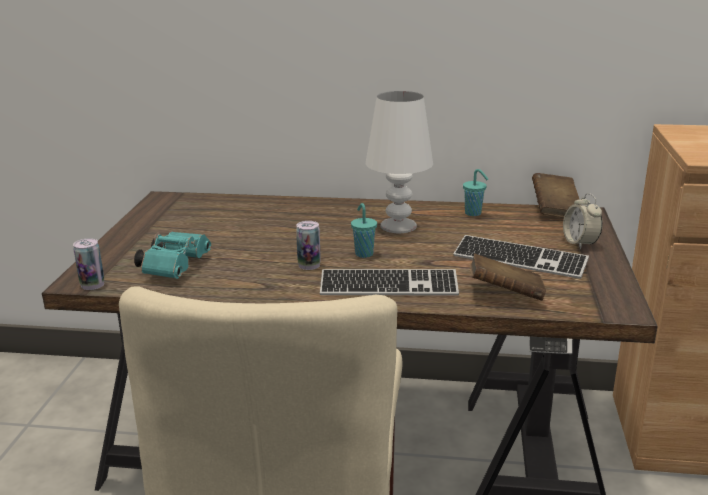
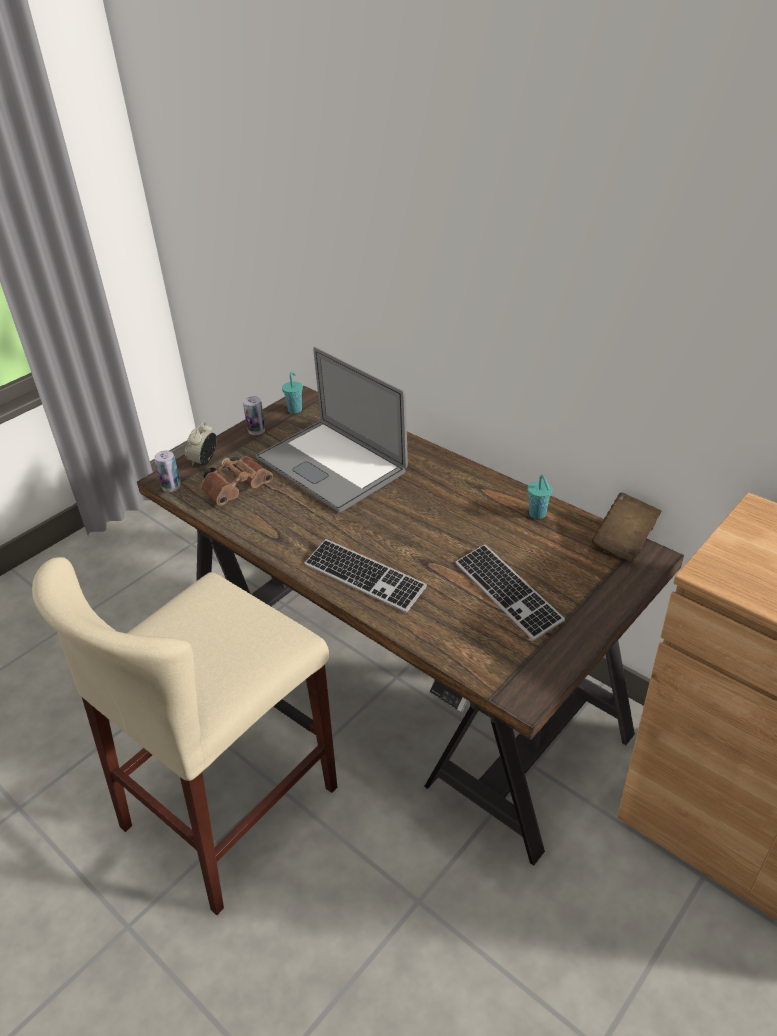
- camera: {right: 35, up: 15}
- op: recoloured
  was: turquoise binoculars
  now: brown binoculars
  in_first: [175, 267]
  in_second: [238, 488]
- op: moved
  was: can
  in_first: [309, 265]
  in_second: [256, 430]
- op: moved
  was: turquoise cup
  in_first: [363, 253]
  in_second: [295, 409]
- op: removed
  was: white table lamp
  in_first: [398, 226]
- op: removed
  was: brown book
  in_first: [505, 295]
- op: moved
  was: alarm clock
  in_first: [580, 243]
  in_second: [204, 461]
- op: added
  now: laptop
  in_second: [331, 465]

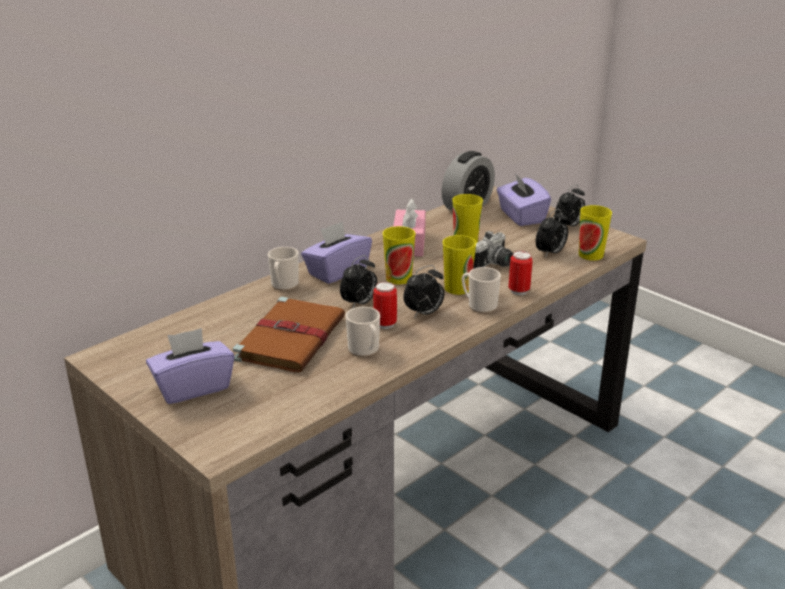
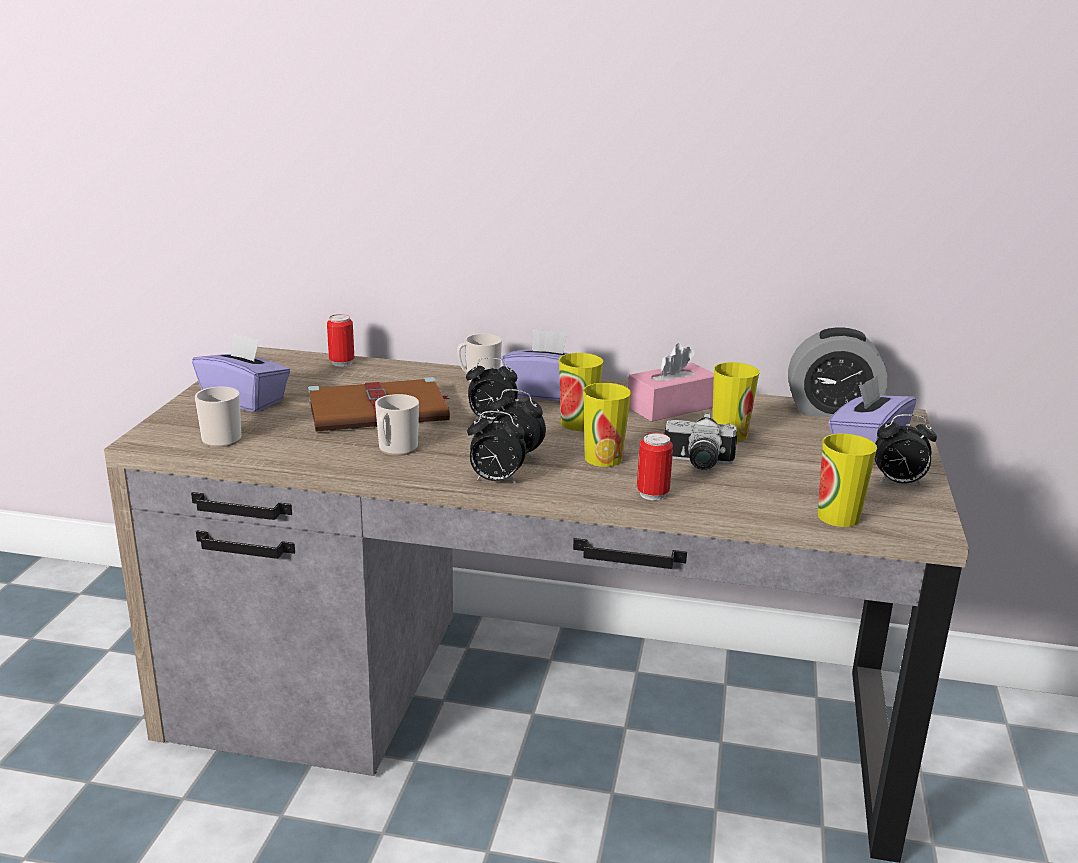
- camera: {right: 55, up: -5}
- op: moved
  was: can
  in_first: [385, 324]
  in_second: [342, 363]
- op: moved
  was: mug
  in_first: [479, 305]
  in_second: [221, 437]
- op: moved
  was: alarm clock
  in_first: [550, 253]
  in_second: [495, 480]

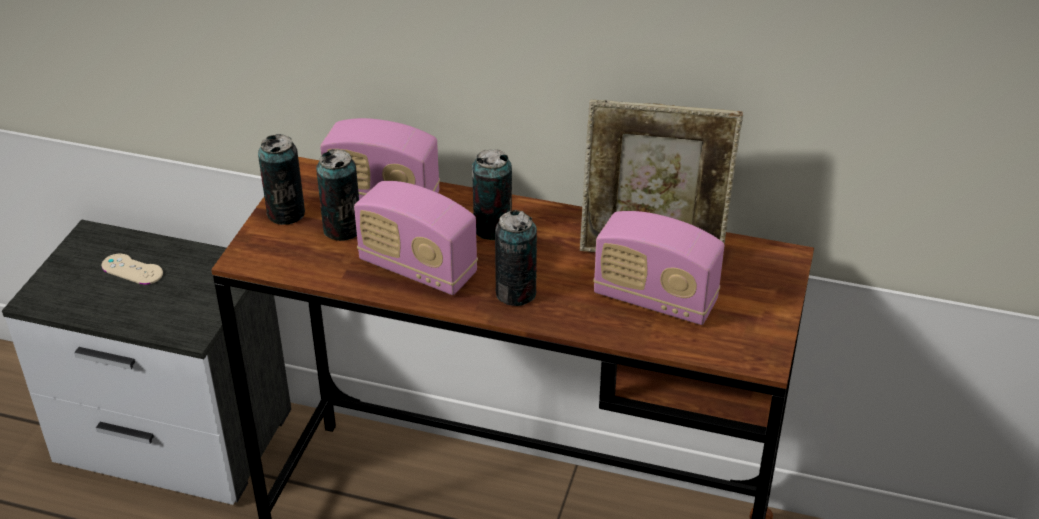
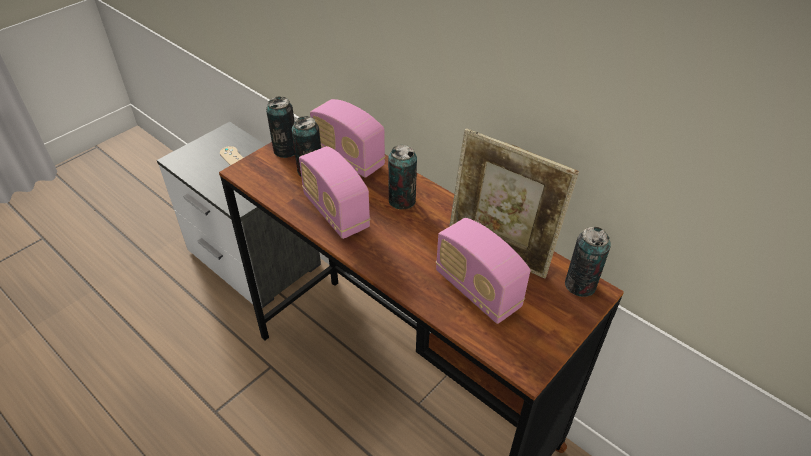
- camera: {right: 25, up: 5}
- op: moved
  was: can
  in_first: [516, 293]
  in_second: [580, 285]

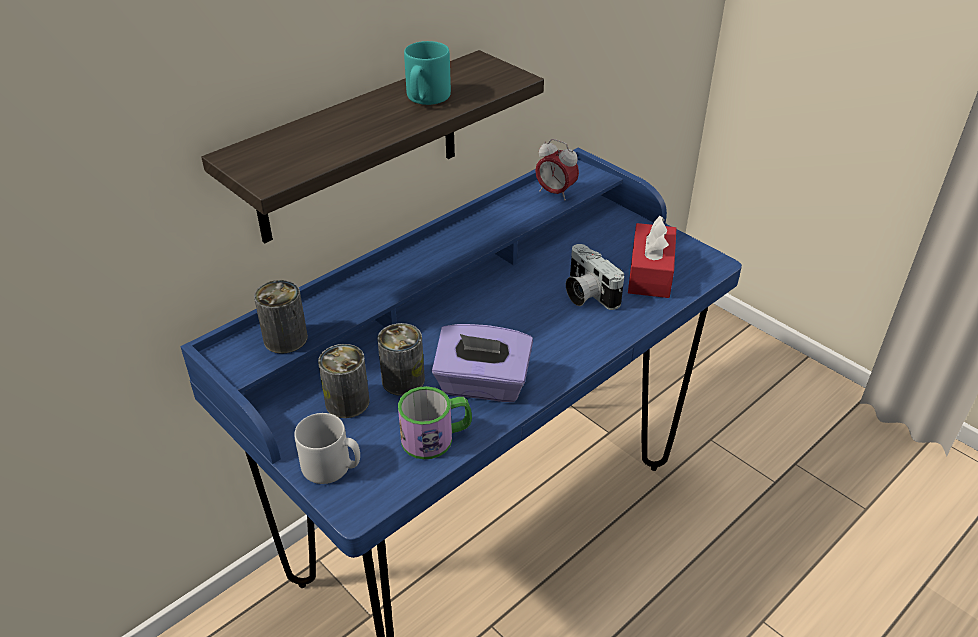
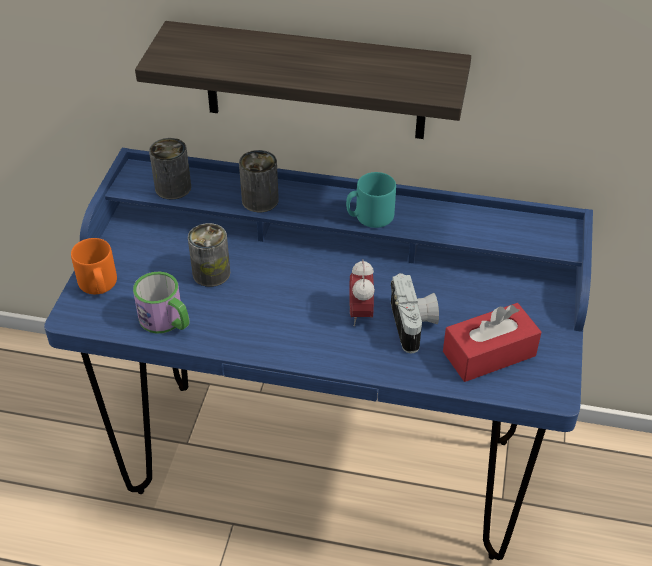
- camera: {right: 55, up: 5}
- op: recoloured
  was: grey mug
  now: orange mug
  in_first: [332, 467]
  in_second: [99, 285]
- op: moved
  was: can
  in_first: [347, 402]
  in_second: [260, 200]
- op: moved
  was: turquoise mug
  in_first: [426, 98]
  in_second: [369, 217]
- op: removed
  was: purple tissue box
  in_first: [482, 385]
- op: moved
  was: alarm clock
  in_first: [555, 193]
  in_second: [361, 314]
- op: turned
  was: photo camera
  in_first: [586, 294]
  in_second: [414, 325]
  clockwise: 150

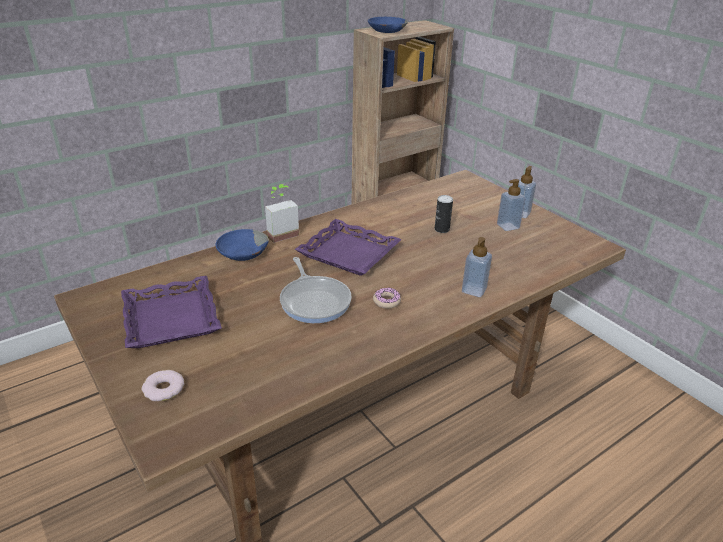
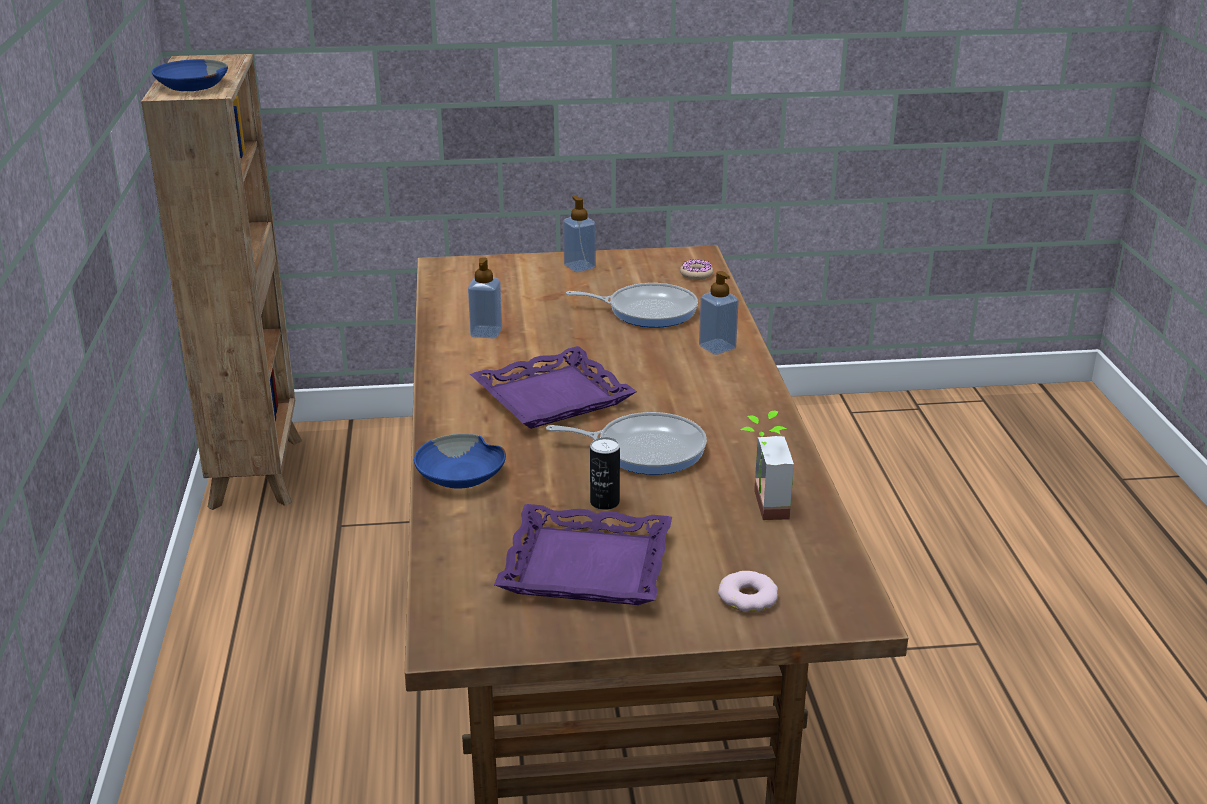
- camera: {right: -60, up: -5}
- op: moved
  was: potted plant
  in_first: [280, 233]
  in_second: [760, 505]
- op: moved
  was: donut
  in_first: [386, 301]
  in_second: [696, 274]
- op: moved
  was: can
  in_first: [442, 229]
  in_second: [604, 502]
- op: moved
  was: soap dispenser
  in_first: [508, 226]
  in_second: [486, 332]
- op: added
  now: frying pan
  in_second: [647, 311]

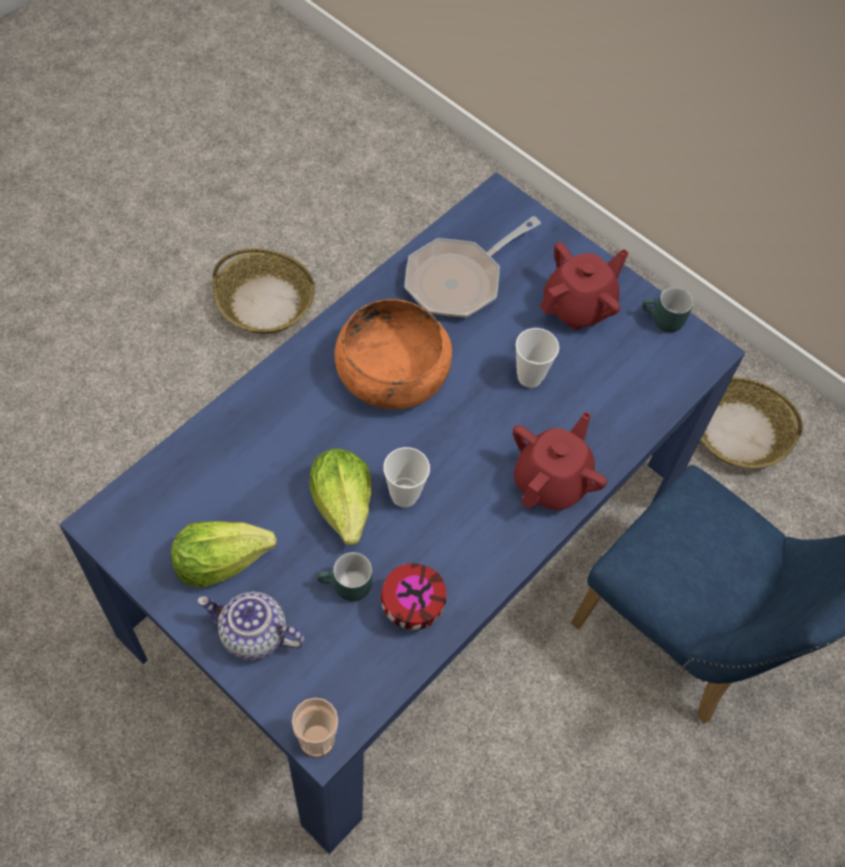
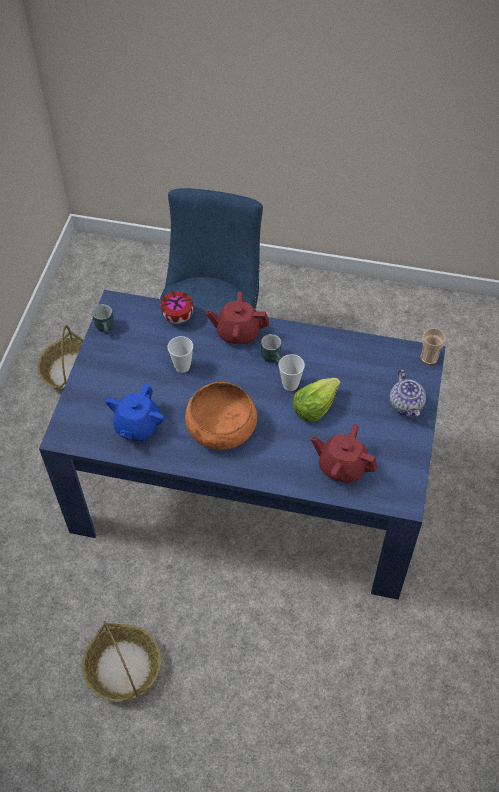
- camera: {right: -115, up: -5}
- op: removed
  was: lettuce
  in_first: [220, 560]
- op: moved
  was: turquoise mug
  in_first: [346, 588]
  in_second: [273, 357]
- op: moved
  was: bowl
  in_first: [411, 606]
  in_second: [177, 318]
- op: replaced
  was: frying pan
  now: blue teapot
  in_first: [459, 280]
  in_second: [137, 426]
- op: moved
  was: red teapot
  in_first: [578, 306]
  in_second: [342, 466]

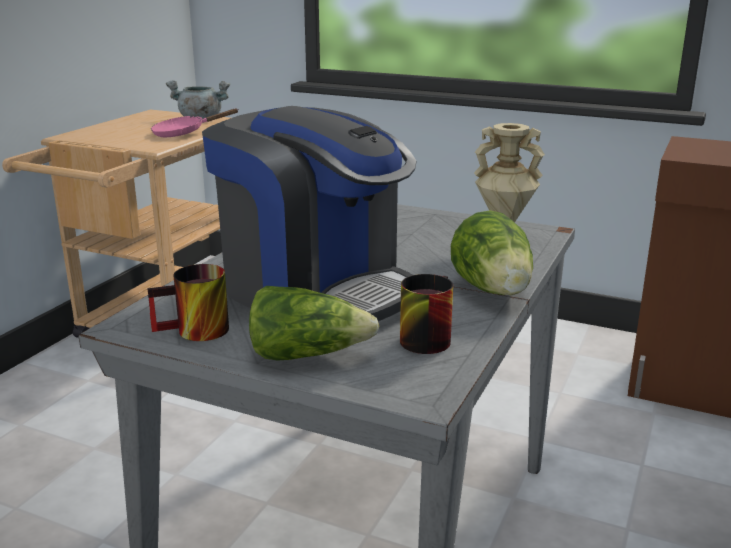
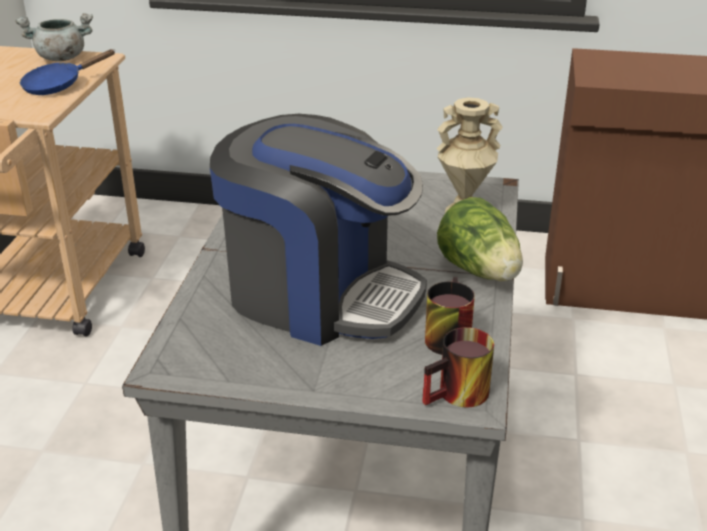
- camera: {right: -15, up: 10}
- op: moved
  was: mug
  in_first: [194, 333]
  in_second: [459, 397]
- op: recoloured
  was: pink frying pan
  now: blue frying pan
  in_first: [184, 133]
  in_second: [58, 85]
- op: removed
  was: lettuce
  in_first: [307, 355]

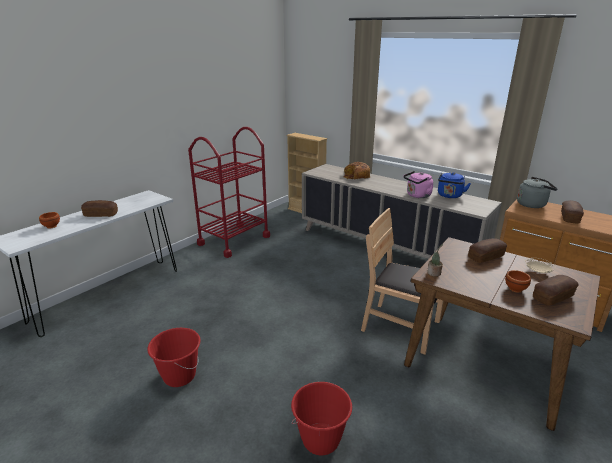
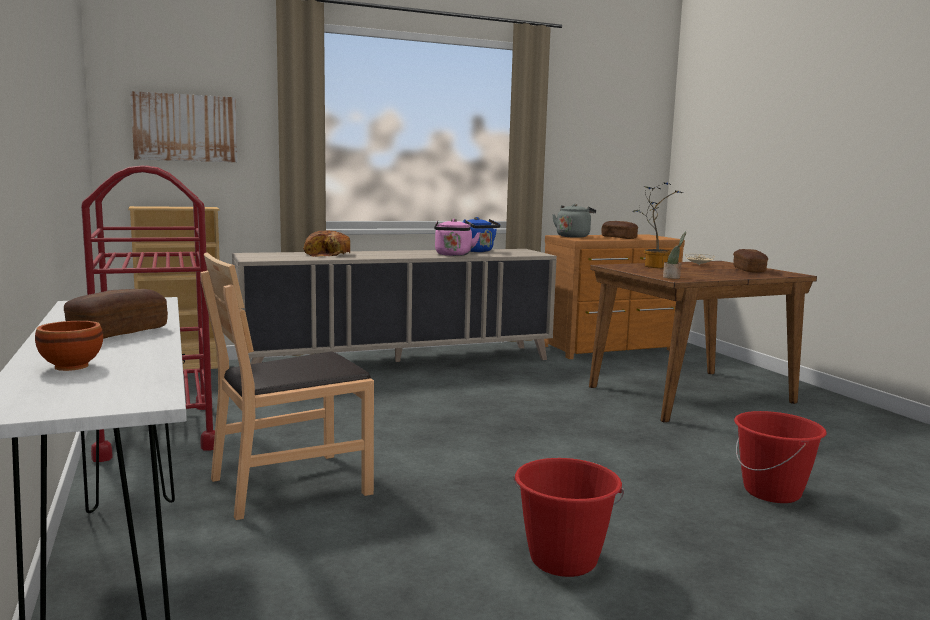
- camera: {right: -60, up: -15}
- op: moved
  was: brown chair
  in_first: [401, 326]
  in_second: [290, 485]
- op: replaced
  was: bread
  now: potted plant
  in_first: [486, 257]
  in_second: [653, 266]
- op: removed
  was: brown bowl
  in_first: [514, 289]
- op: added
  now: picture
  in_second: [185, 128]

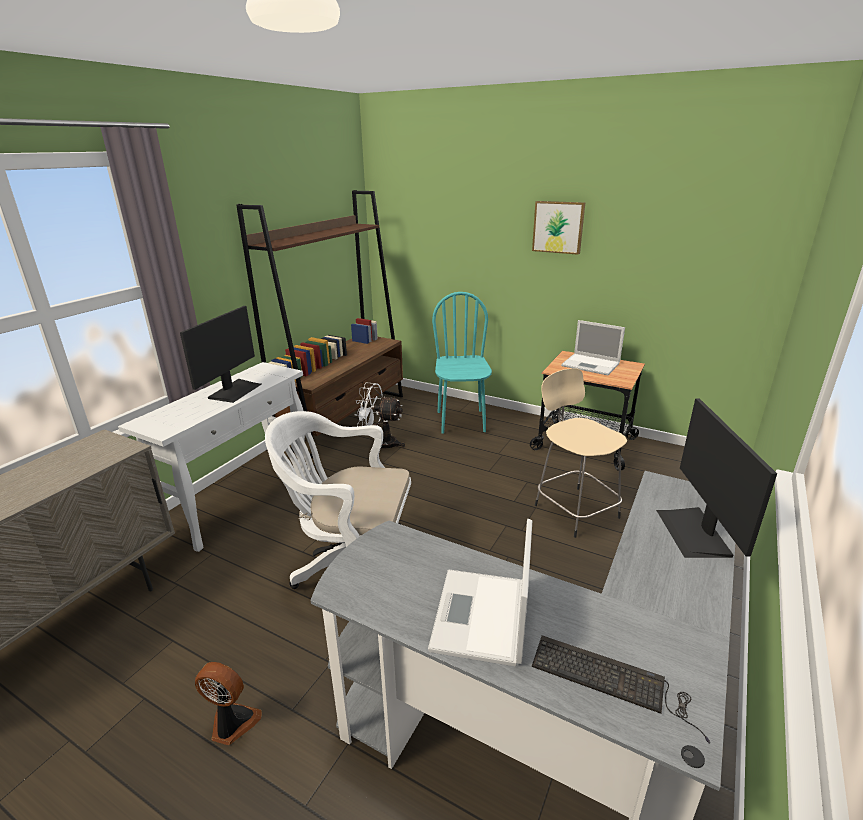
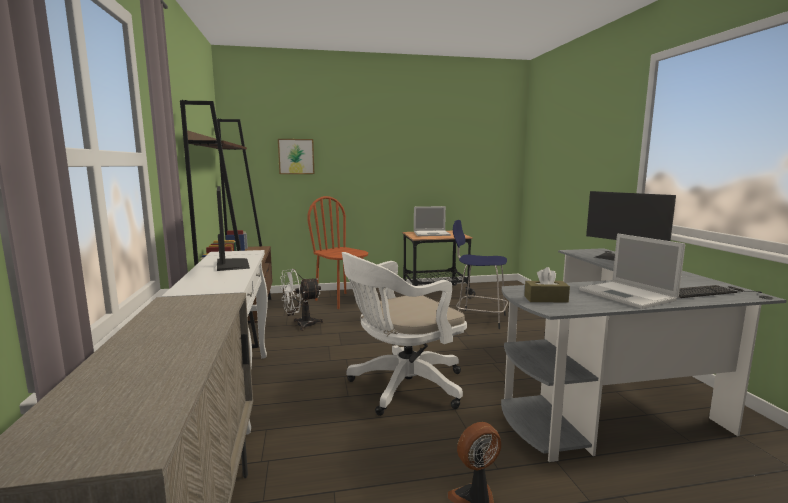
- camera: {right: -40, up: -15}
- op: recoloured
  was: turquoise chair
  now: brown chair
  in_first: [461, 421]
  in_second: [341, 301]
- op: moved
  was: picture
  in_first: [558, 227]
  in_second: [296, 156]
- op: recoloured
  was: beige stool
  now: blue stool
  in_first: [574, 509]
  in_second: [479, 319]
- op: added
  now: brown tissue box
  in_second: [546, 299]

